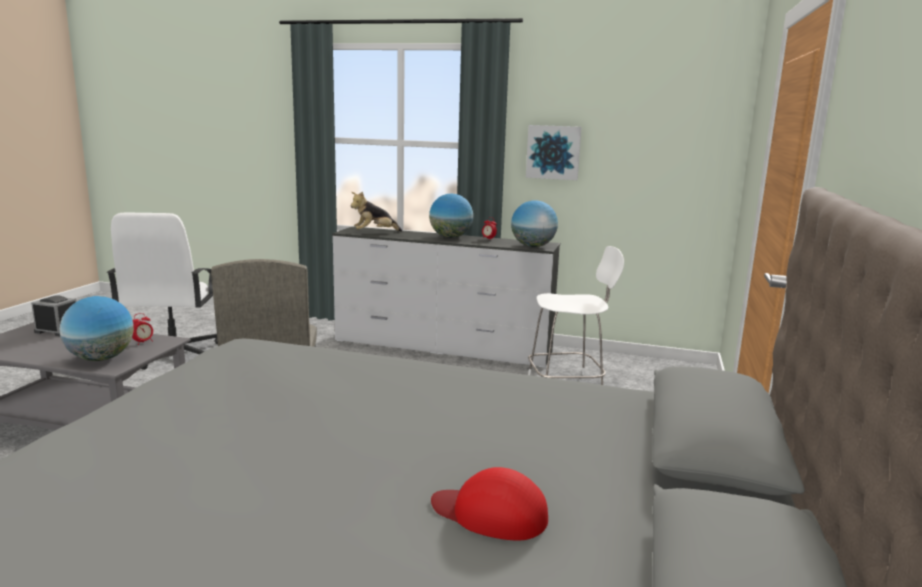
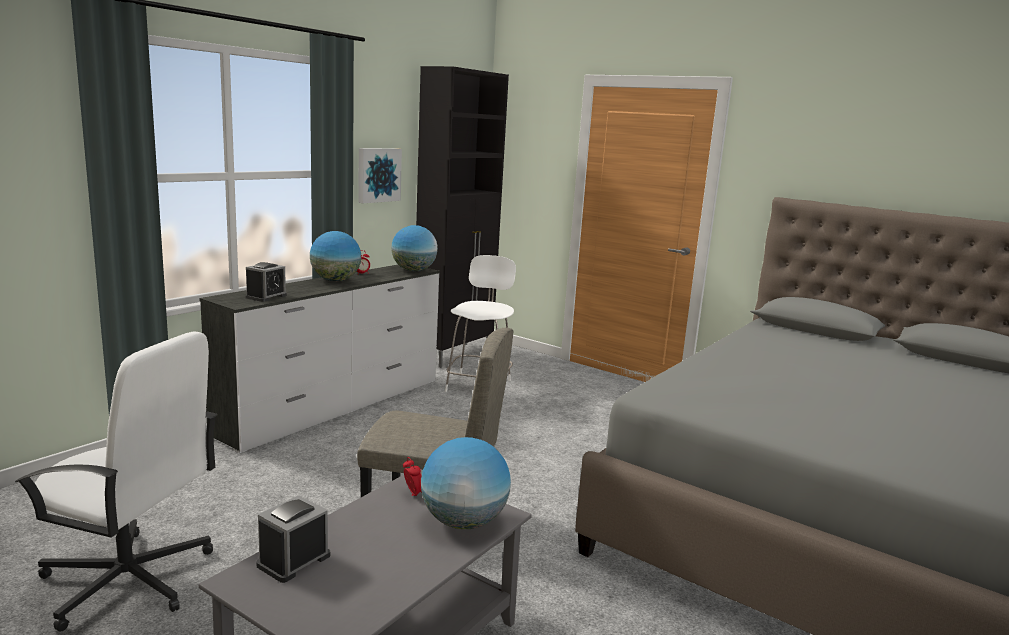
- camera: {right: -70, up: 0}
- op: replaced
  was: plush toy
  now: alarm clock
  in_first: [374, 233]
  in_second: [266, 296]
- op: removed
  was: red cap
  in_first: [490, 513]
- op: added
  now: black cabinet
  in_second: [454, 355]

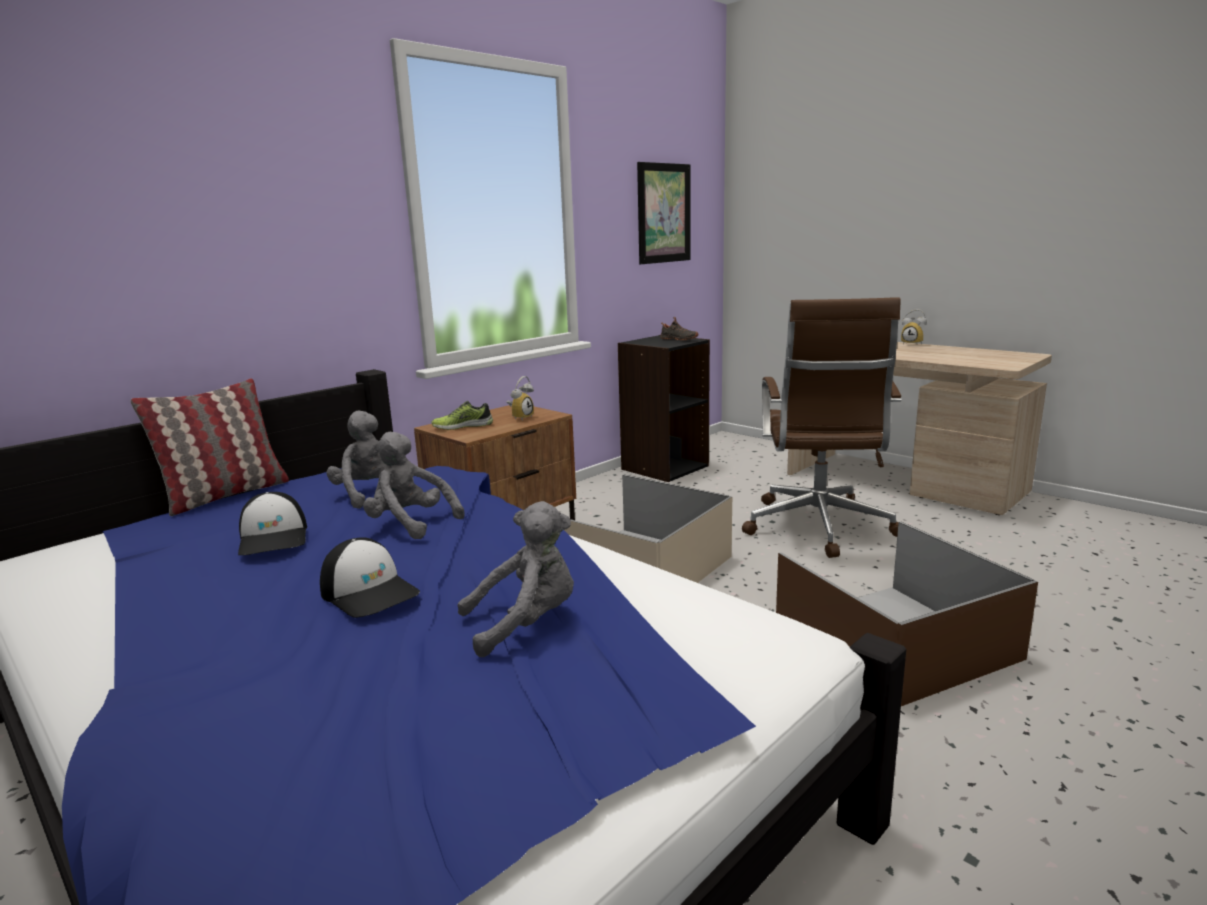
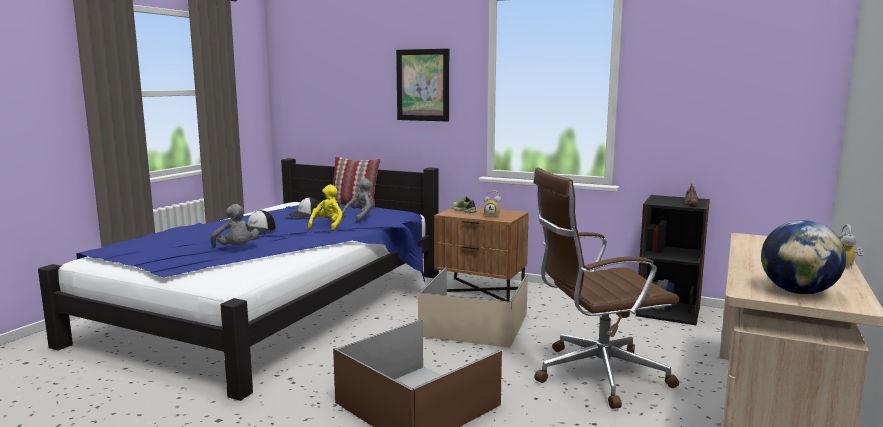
- camera: {right: 70, up: -5}
- op: recoloured
  was: grey plush toy
  now: yellow plush toy
  in_first: [411, 524]
  in_second: [327, 226]
- op: moved
  was: picture
  in_first: [664, 213]
  in_second: [423, 85]
- op: added
  now: globe
  in_second: [798, 292]

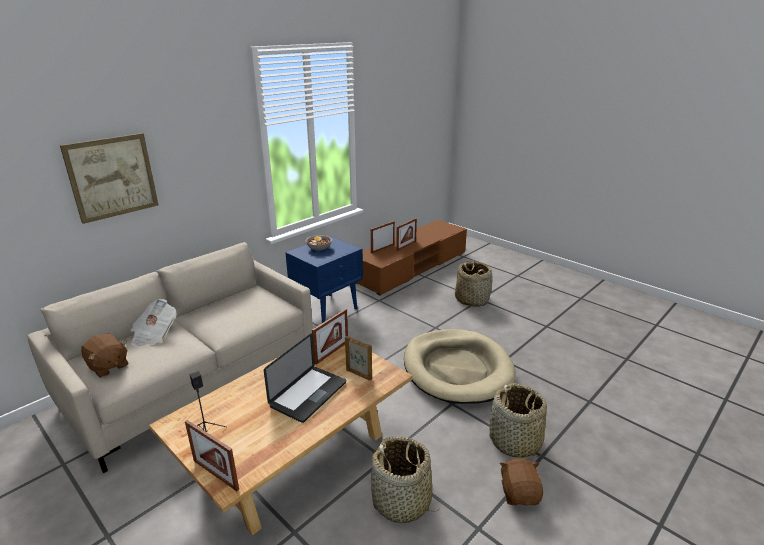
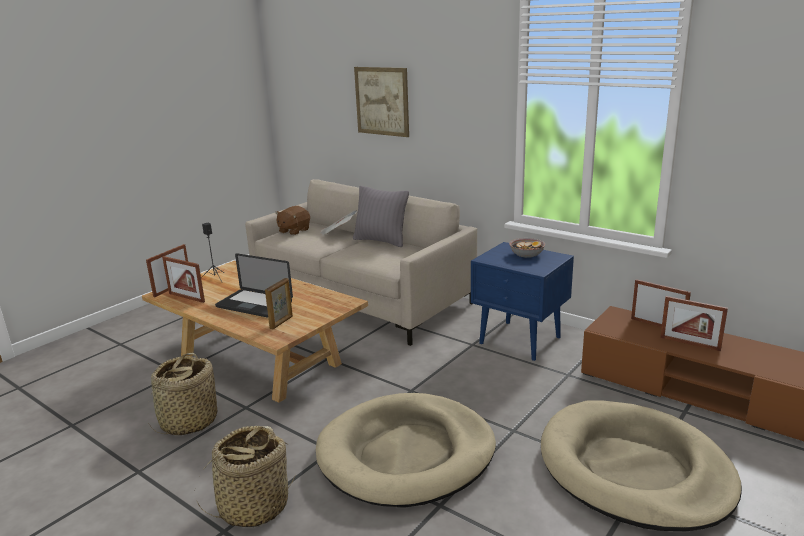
- camera: {right: 85, up: -5}
- op: moved
  was: picture frame
  in_first: [331, 352]
  in_second: [186, 297]
- op: replaced
  was: basket
  now: beige dog bed
  in_first: [472, 299]
  in_second: [634, 469]
- op: removed
  was: brown plush toy
  in_first: [519, 493]
- op: added
  now: grey pillow
  in_second: [381, 241]

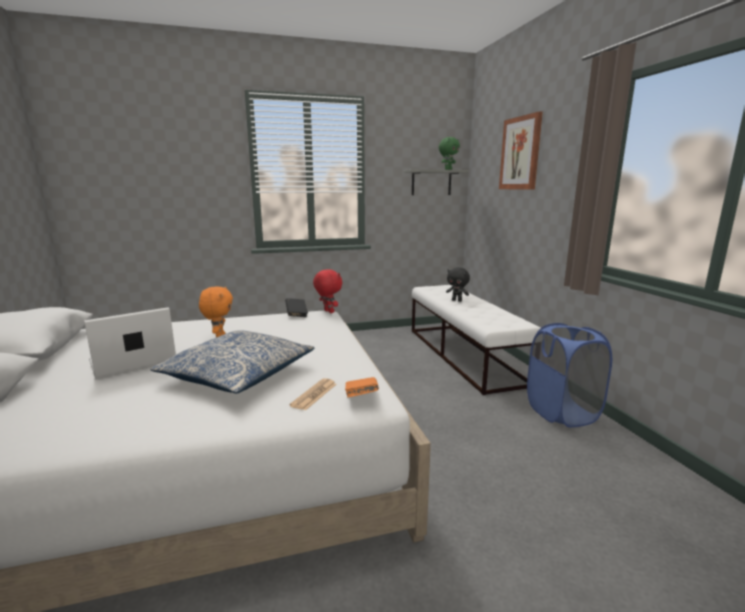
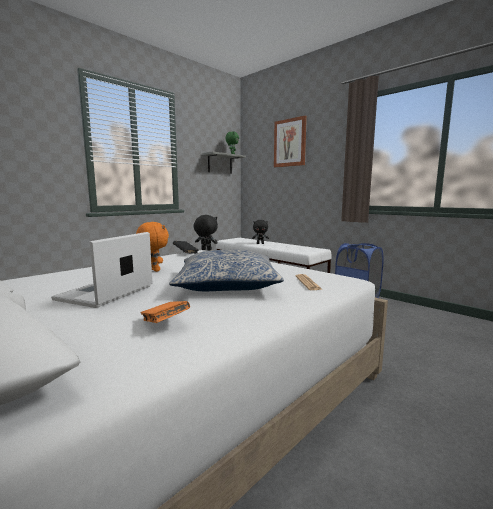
- camera: {right: -30, up: -5}
- op: recoloured
  was: red plush toy
  now: black plush toy
  in_first: [328, 312]
  in_second: [206, 250]
- op: moved
  was: orange book
  in_first: [361, 397]
  in_second: [165, 324]

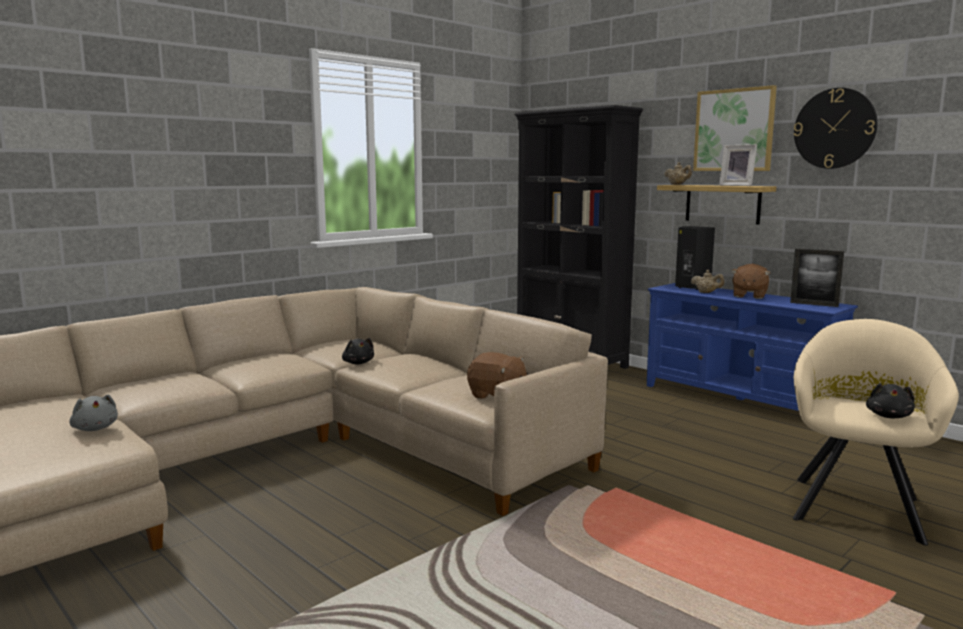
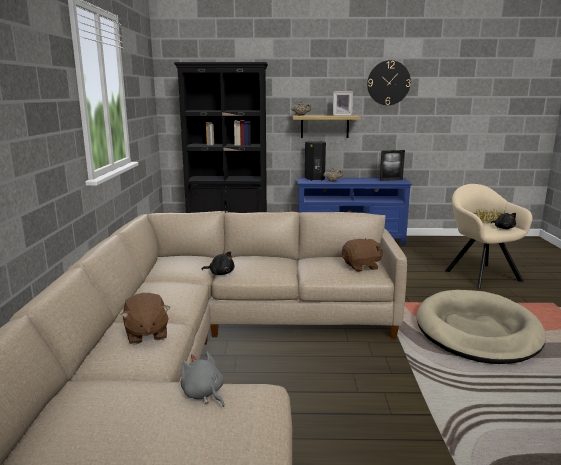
- camera: {right: -45, up: 5}
- op: turned
  was: grey plush toy
  in_first: [95, 428]
  in_second: [203, 394]
  clockwise: -135
- op: removed
  was: picture
  in_first: [734, 130]
- op: moved
  was: brown plush toy
  in_first: [749, 296]
  in_second: [146, 334]
- op: added
  now: beige dog bed
  in_second: [477, 331]

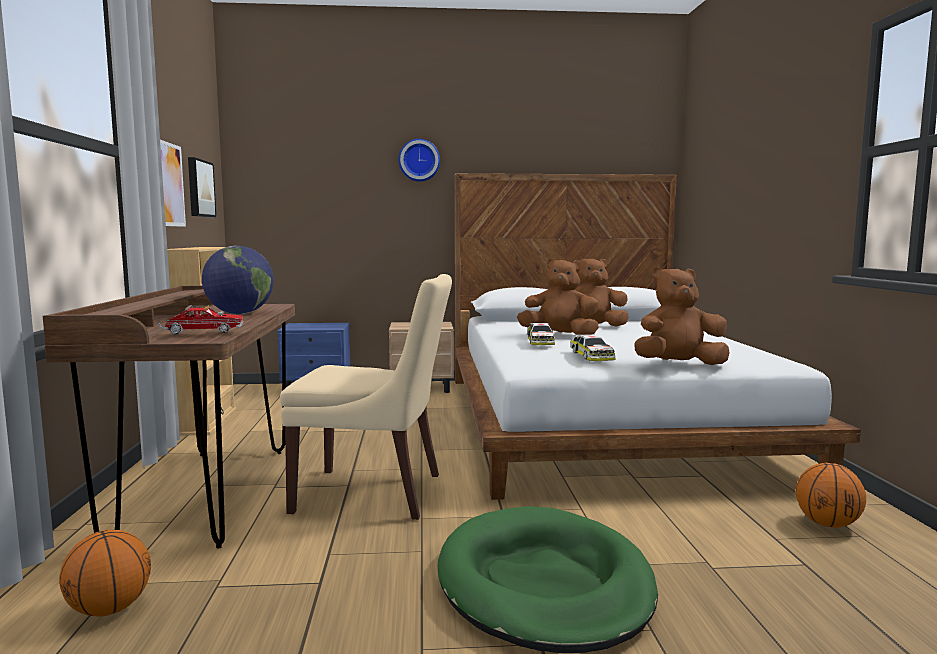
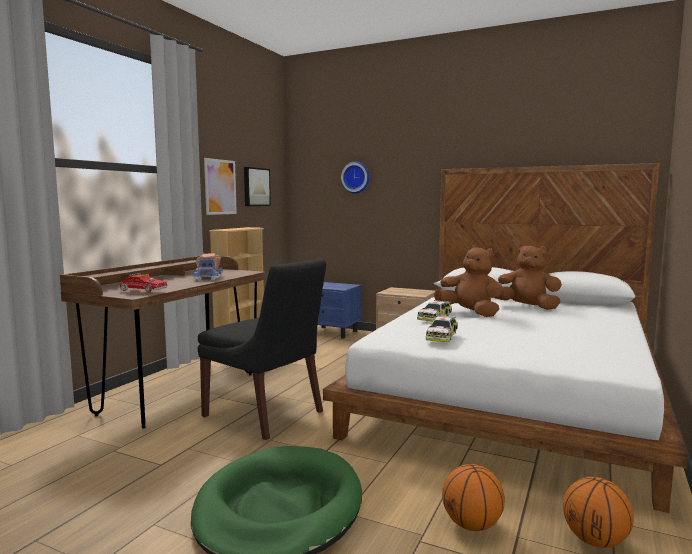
- camera: {right: 30, up: 0}
- op: moved
  was: basketball
  in_first: [110, 609]
  in_second: [472, 525]
- op: replaced
  was: globe
  now: toy truck
  in_first: [239, 313]
  in_second: [209, 277]
- op: recoloured
  was: beige chair
  now: black chair
  in_first: [374, 494]
  in_second: [266, 415]
- op: moved
  was: wall clock
  in_first: [419, 160]
  in_second: [356, 177]
- op: removed
  was: brown plush toy
  in_first: [678, 365]

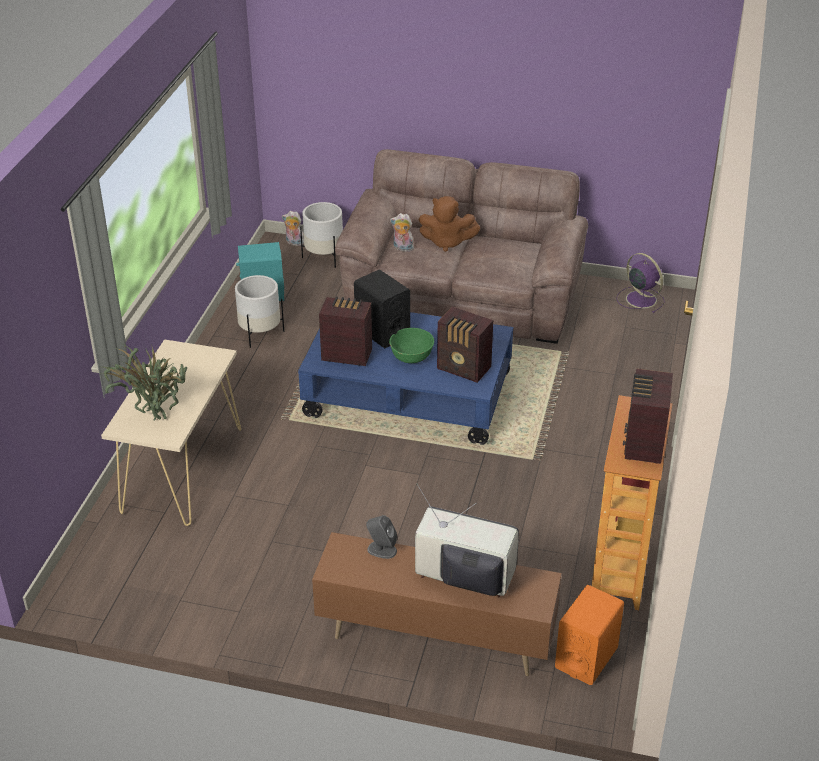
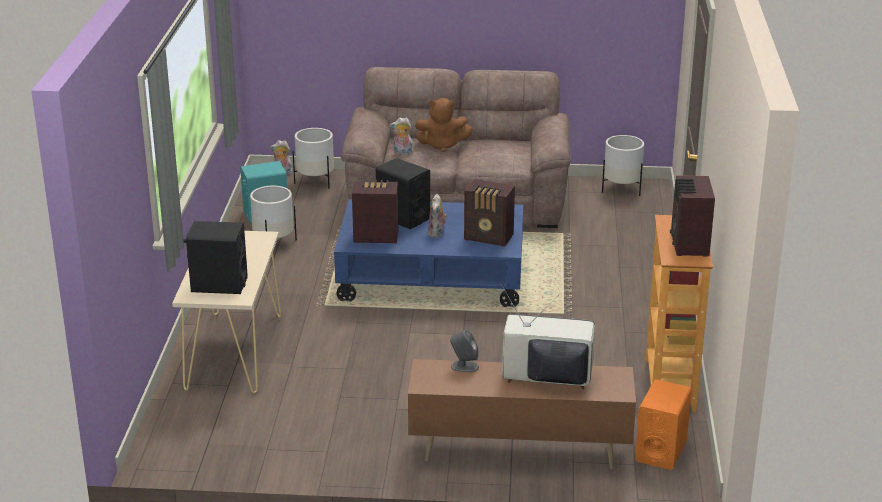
- camera: {right: -10, up: -10}
- op: replaced
  was: potted plant
  now: black speaker
  in_first: [154, 416]
  in_second: [219, 285]
- op: replaced
  was: green bowl
  now: plush toy
  in_first: [411, 357]
  in_second: [437, 233]
- op: replaced
  was: purple fan
  now: white planter
  in_first: [640, 299]
  in_second: [622, 189]

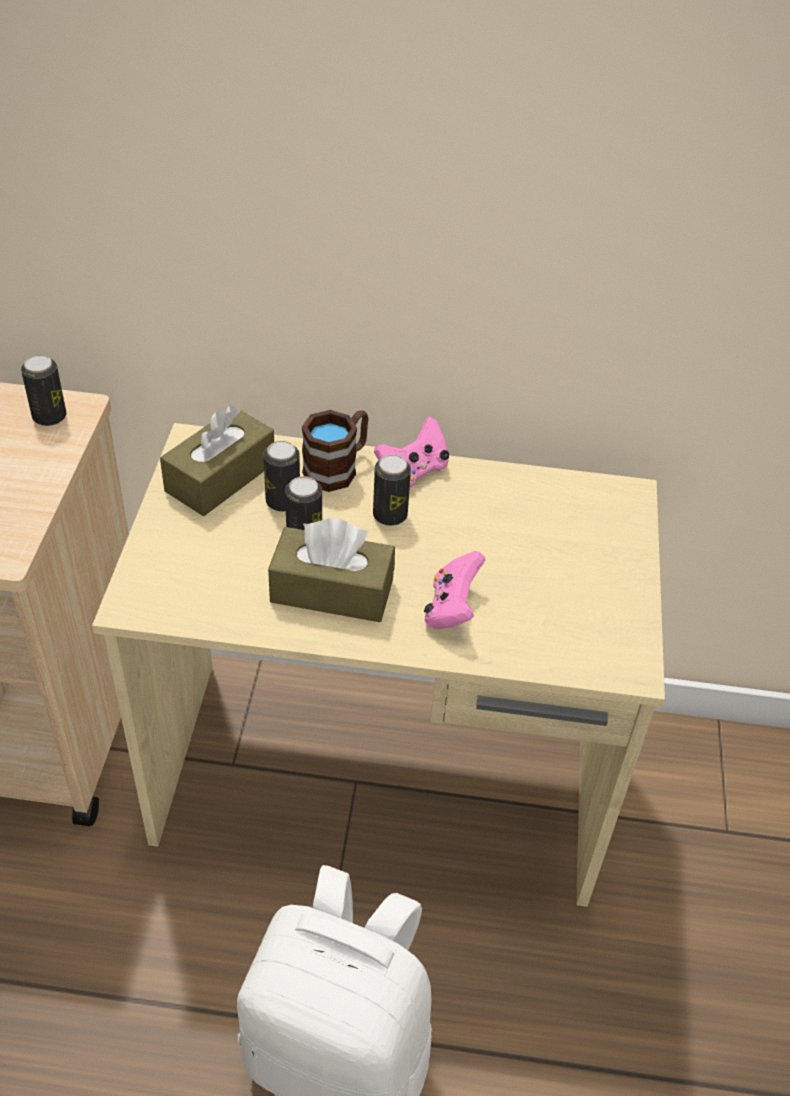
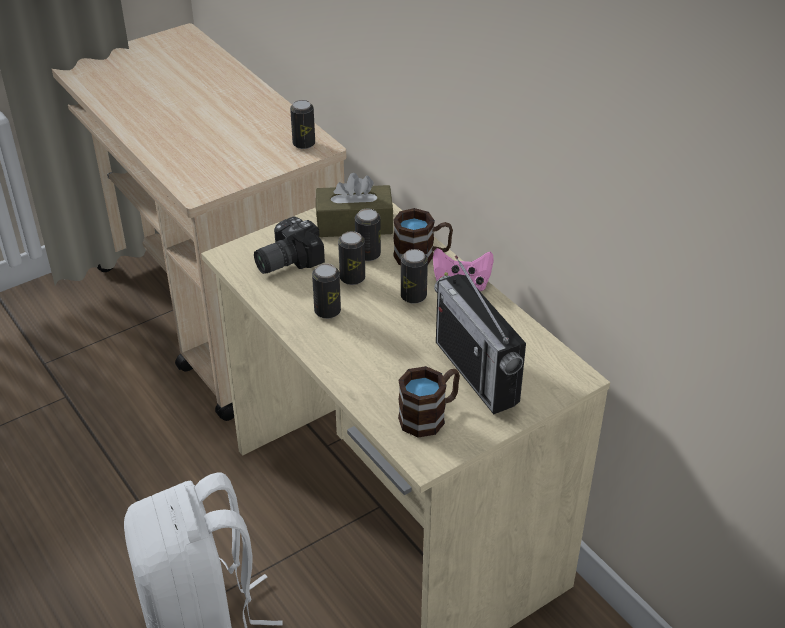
- camera: {right: 50, up: -5}
- op: replaced
  was: brown tissue box
  now: can
  in_first: [332, 591]
  in_second: [327, 311]
- op: removed
  was: pink game controller
  in_first: [451, 609]
- op: added
  now: photo camera
  in_second: [285, 260]
- op: added
  now: brown mug
  in_second: [430, 415]
- op: added
  now: radio
  in_second: [476, 372]

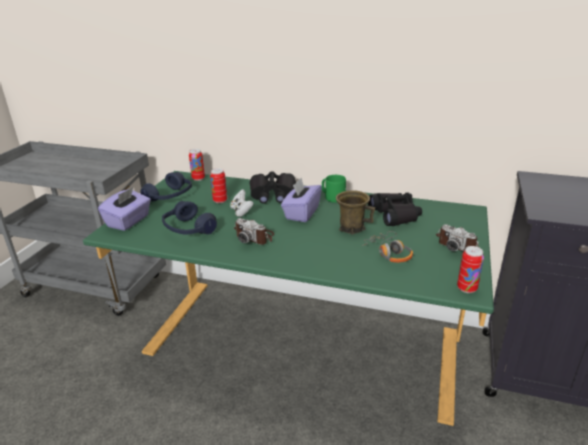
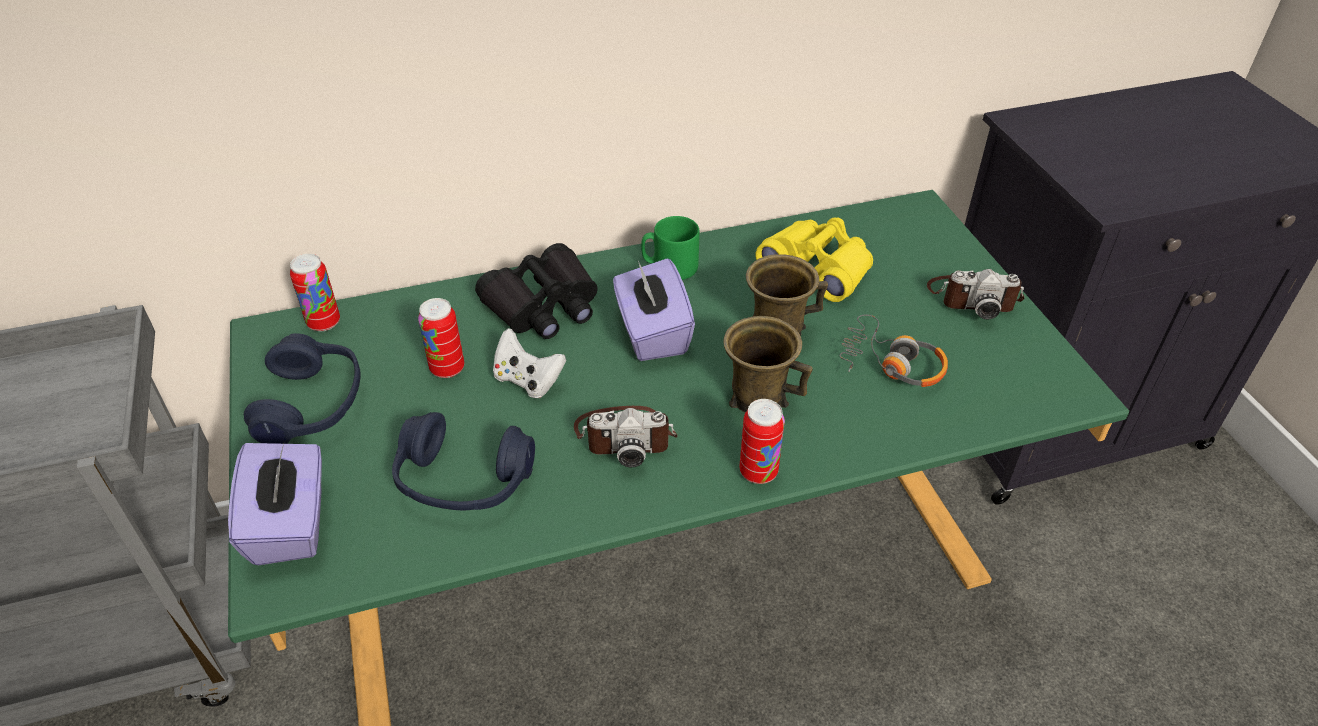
- camera: {right: -35, up: 15}
- op: recoloured
  was: black binoculars
  now: yellow binoculars
  in_first: [395, 215]
  in_second: [818, 268]
- op: moved
  was: can
  in_first: [466, 288]
  in_second: [758, 472]
- op: added
  now: brown mug
  in_second: [758, 397]

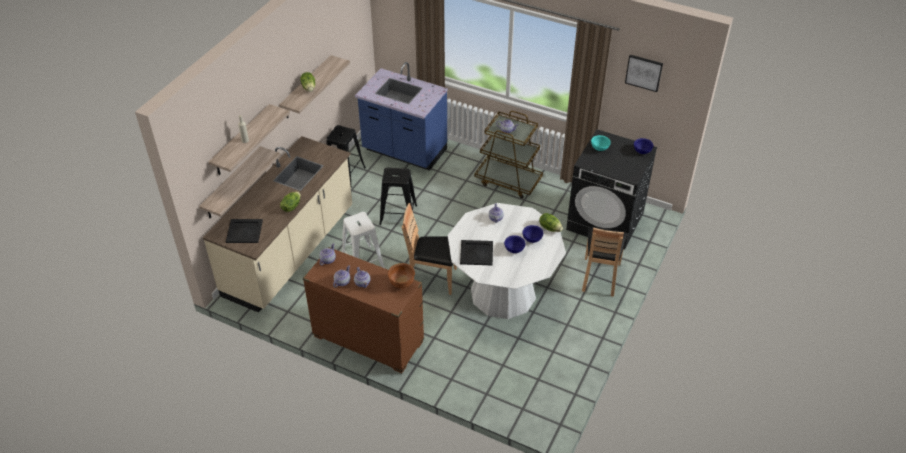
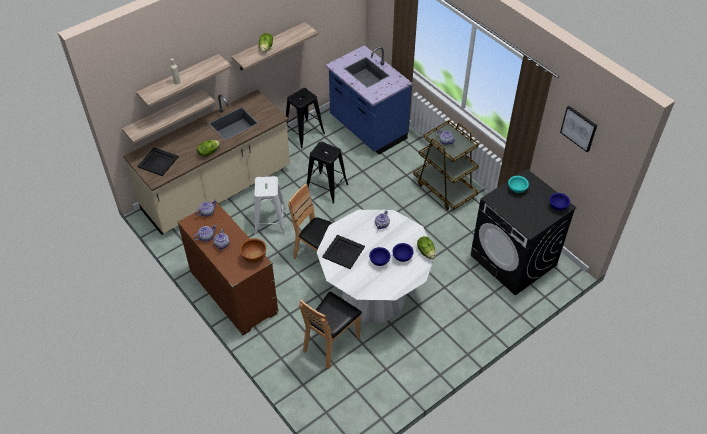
- camera: {right: 25, up: 5}
- op: moved
  was: brown chair
  in_first: [600, 276]
  in_second: [331, 343]

